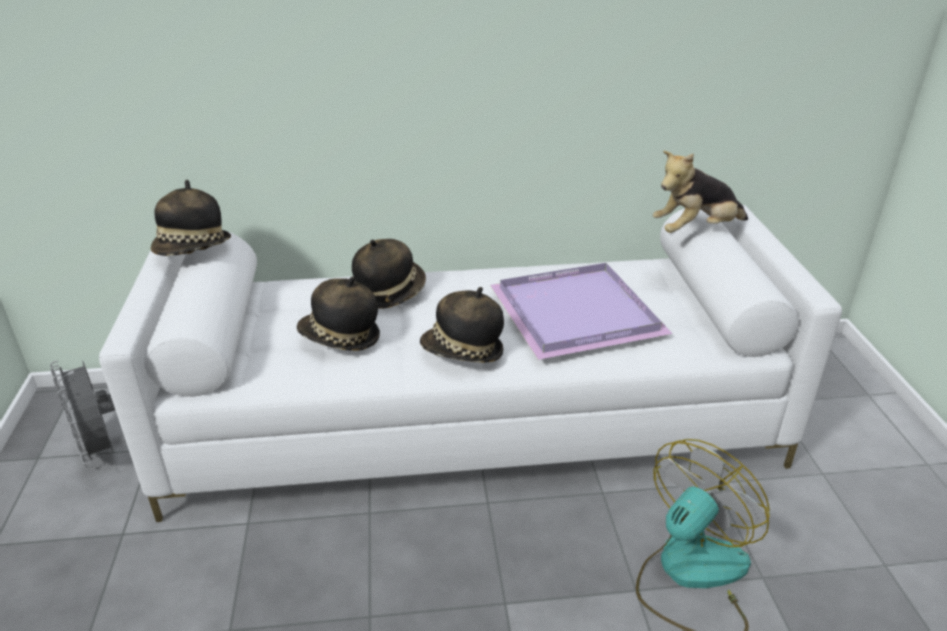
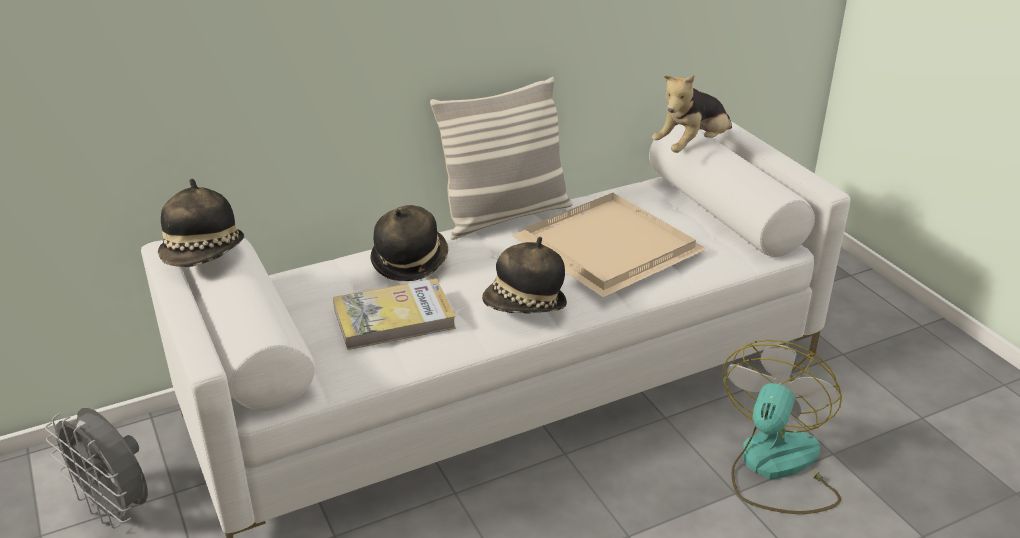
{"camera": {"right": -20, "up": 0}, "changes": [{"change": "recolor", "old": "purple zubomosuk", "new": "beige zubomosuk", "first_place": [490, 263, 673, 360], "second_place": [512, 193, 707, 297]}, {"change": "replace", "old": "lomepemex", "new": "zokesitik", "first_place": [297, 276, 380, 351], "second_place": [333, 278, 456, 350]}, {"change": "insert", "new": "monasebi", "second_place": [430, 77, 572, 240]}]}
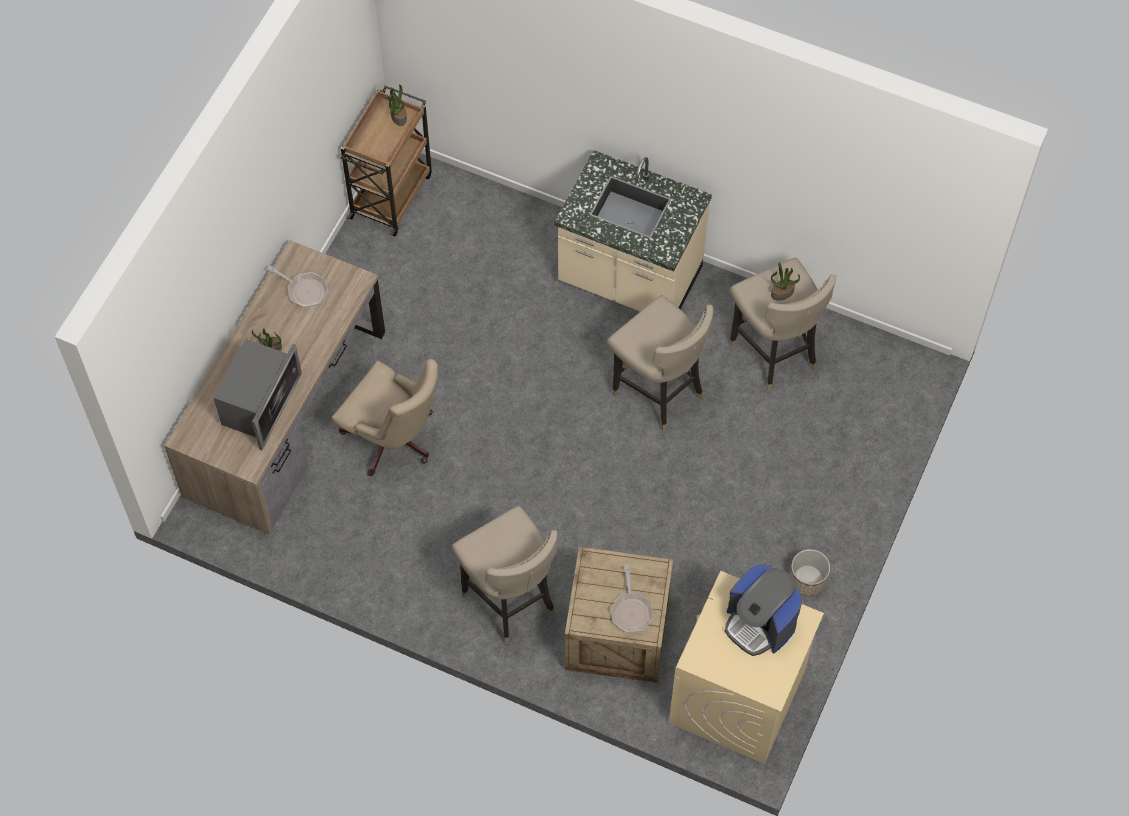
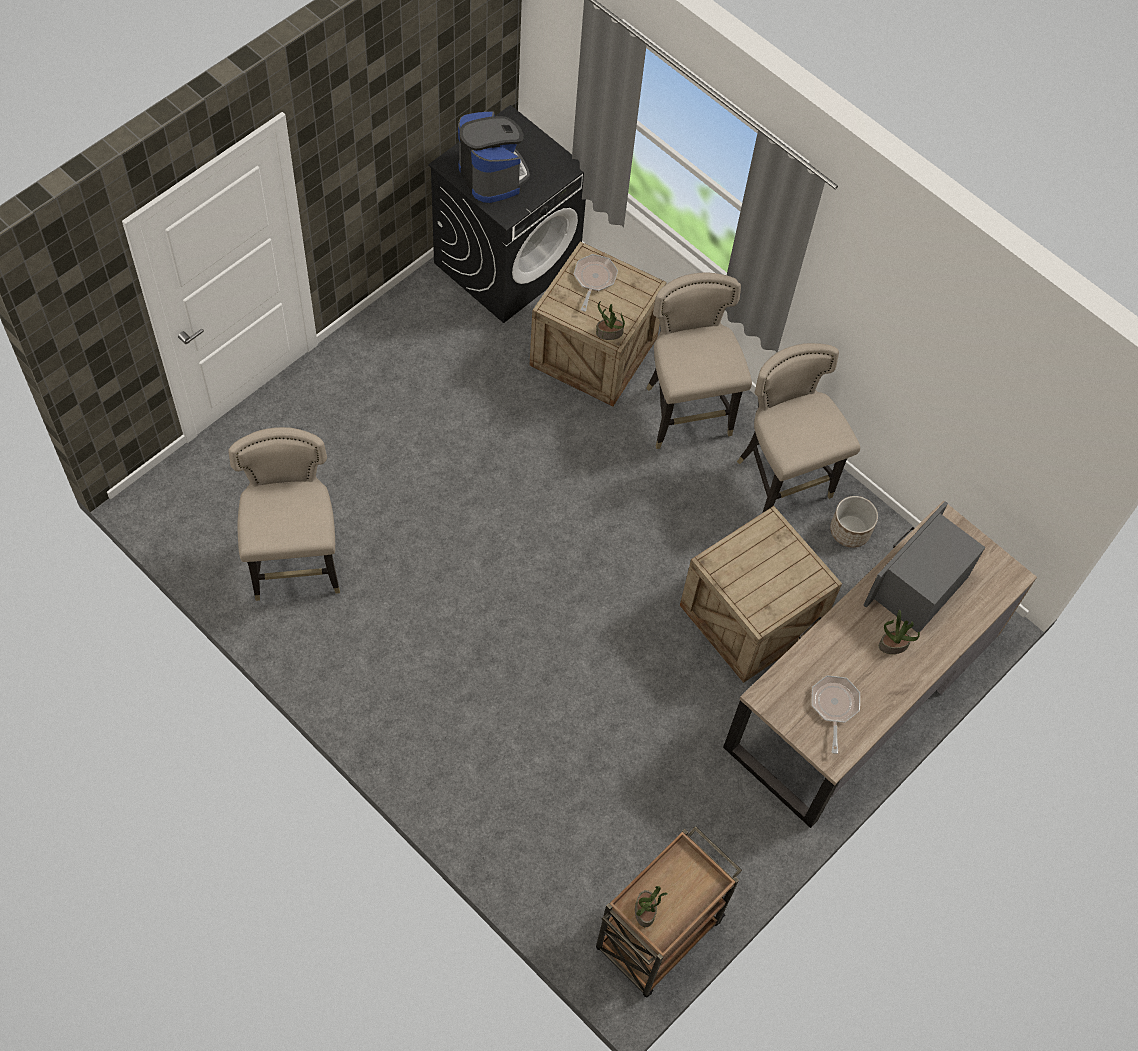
{"camera": {"right": -165, "up": 0}, "changes": [{"change": "delete", "old": "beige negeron", "first_place": [554, 150, 712, 311]}, {"change": "move", "old": "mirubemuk", "first_place": [771, 262, 800, 301], "second_place": [596, 301, 625, 340]}, {"change": "rotate", "old": "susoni", "first_place": [267, 266, 328, 308], "second_place": [812, 676, 860, 754], "degrees": 45}, {"change": "move", "old": "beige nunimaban", "first_place": [607, 295, 713, 432], "second_place": [737, 343, 860, 513]}, {"change": "replace", "old": "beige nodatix", "new": "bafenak", "first_place": [332, 359, 438, 476], "second_place": [680, 506, 842, 683]}, {"change": "move", "old": "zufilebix", "first_place": [789, 549, 830, 596], "second_place": [830, 496, 878, 548]}, {"change": "recolor", "old": "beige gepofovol", "new": "black gepofovol", "first_place": [669, 571, 824, 764], "second_place": [428, 105, 586, 323]}]}
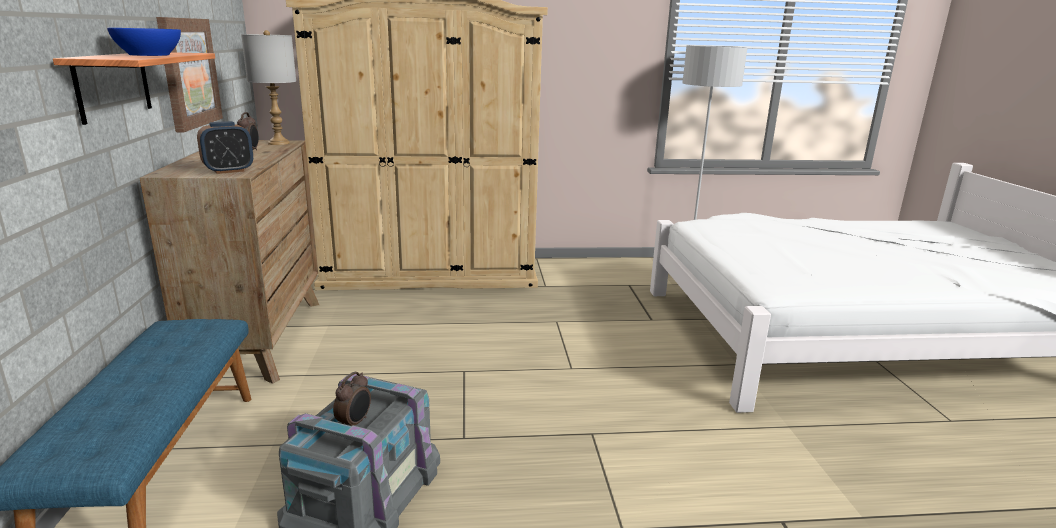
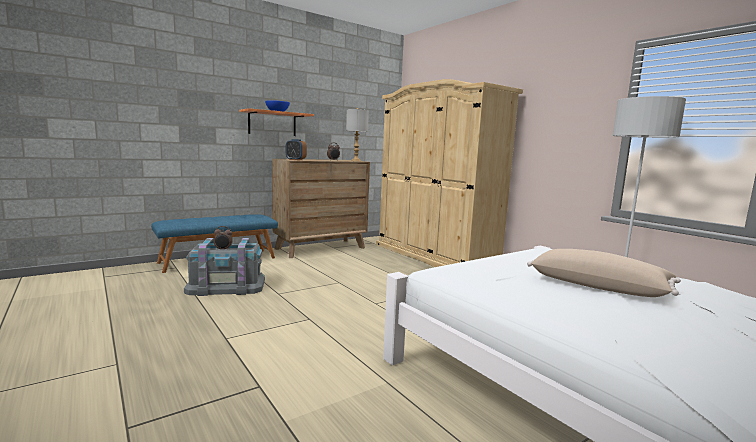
{"camera": {"right": 60, "up": -10}, "changes": [{"change": "delete", "old": "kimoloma", "first_place": [156, 17, 223, 132]}, {"change": "insert", "new": "beige monasebi", "second_place": [527, 249, 681, 297]}]}
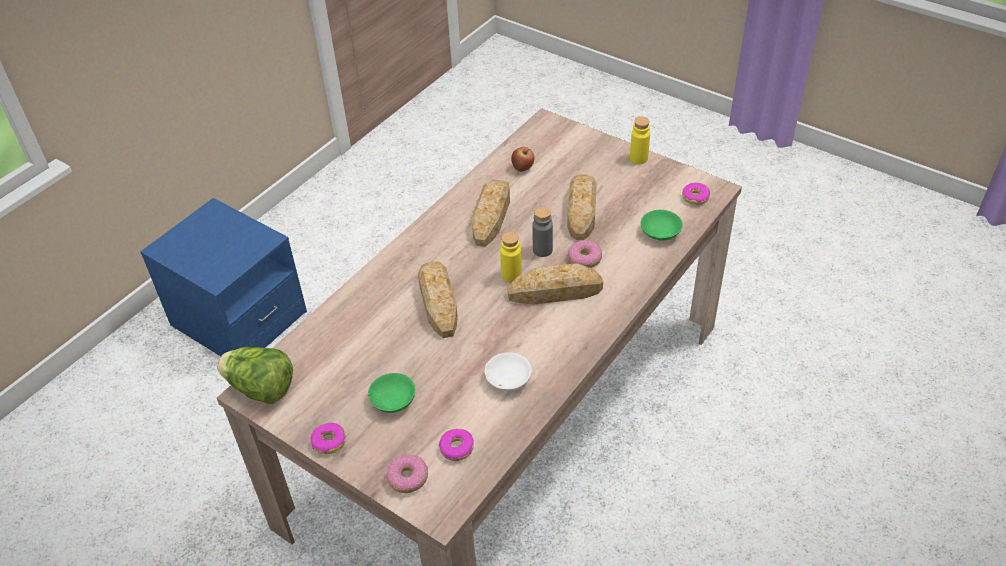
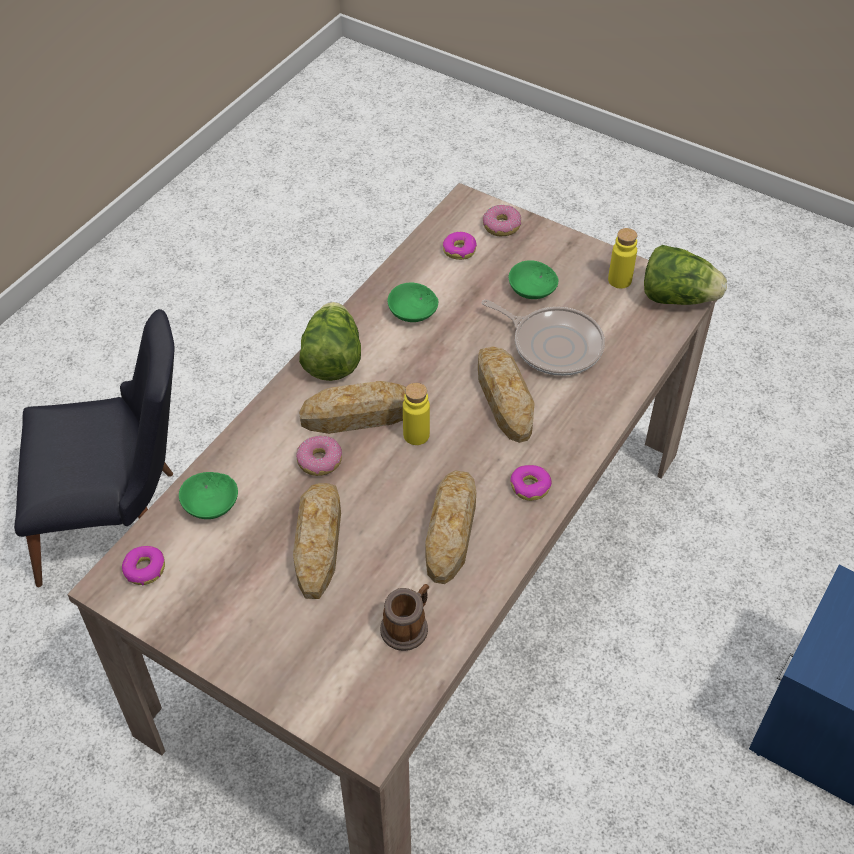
{"camera": {"right": 175, "up": 5}, "changes": [{"change": "move", "old": "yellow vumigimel", "first_place": [630, 117, 650, 164], "second_place": [608, 228, 637, 289]}, {"change": "replace", "old": "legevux", "new": "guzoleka", "first_place": [511, 147, 534, 172], "second_place": [380, 584, 429, 651]}, {"change": "delete", "old": "grey vumigimel", "first_place": [532, 207, 553, 257]}, {"change": "recolor", "old": "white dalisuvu", "new": "green dalisuvu", "first_place": [484, 352, 532, 391], "second_place": [388, 283, 438, 322]}, {"change": "move", "old": "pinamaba", "first_place": [310, 423, 346, 454], "second_place": [510, 465, 552, 501]}, {"change": "insert", "new": "susoni", "second_place": [482, 299, 605, 376]}, {"change": "insert", "new": "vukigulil", "second_place": [299, 302, 361, 381]}, {"change": "insert", "new": "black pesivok", "second_place": [14, 309, 174, 587]}]}
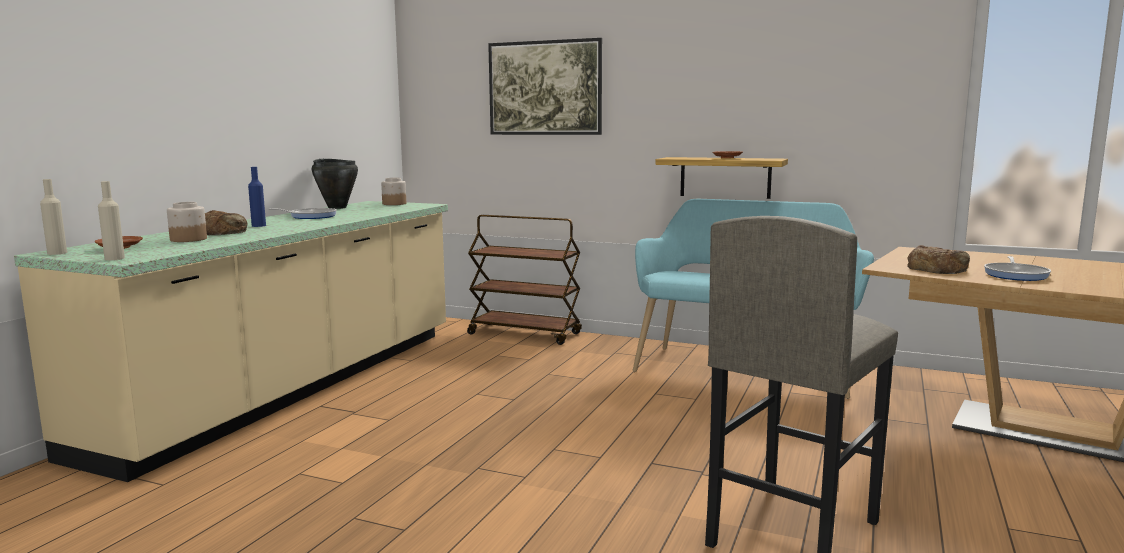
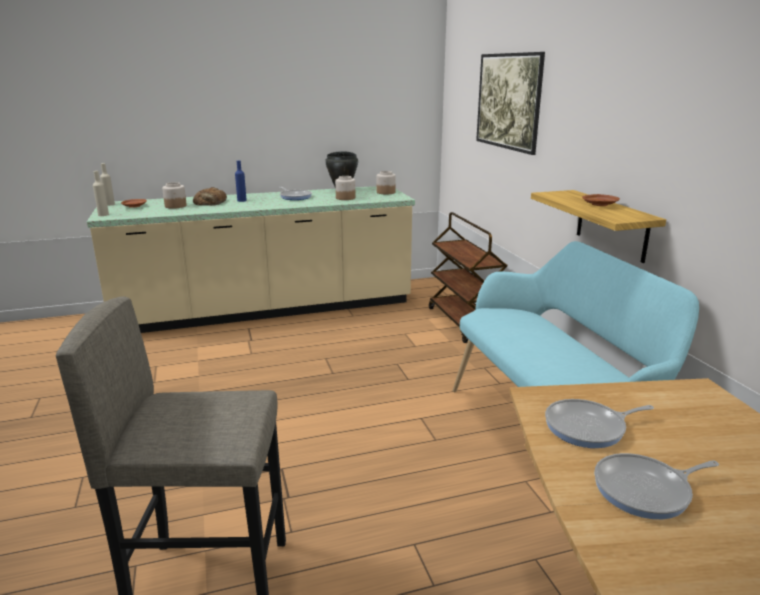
{"camera": {"right": 50, "up": 10}, "changes": [{"change": "replace", "old": "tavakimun", "new": "susoni", "first_place": [907, 245, 970, 274], "second_place": [545, 399, 654, 448]}, {"change": "insert", "new": "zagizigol", "second_place": [335, 176, 355, 200]}]}
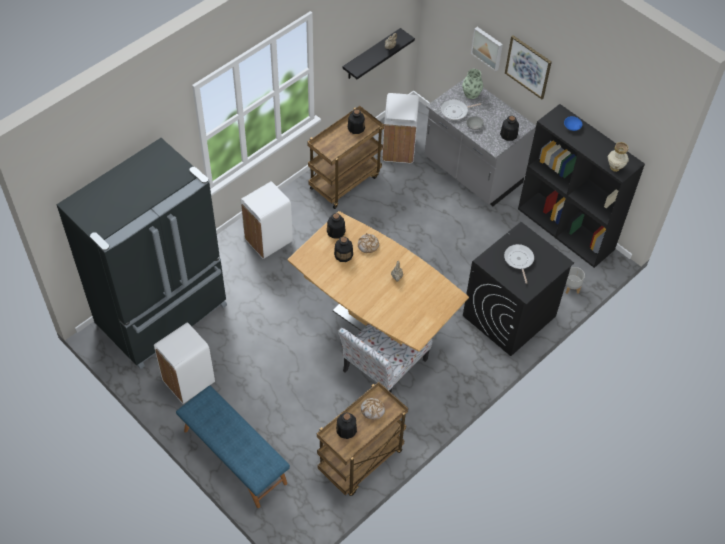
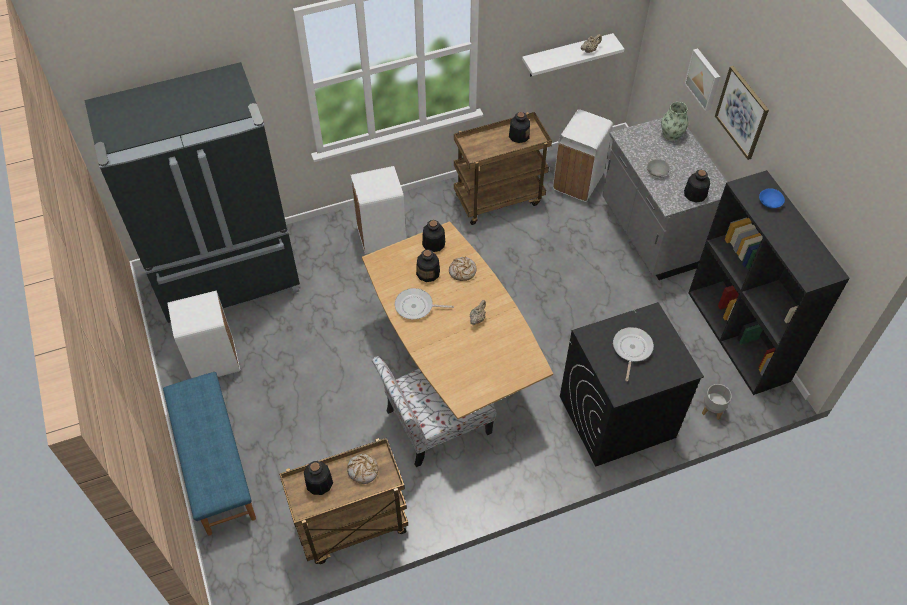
{"camera": {"right": 25, "up": 0}, "changes": [{"change": "recolor", "old": "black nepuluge", "new": "white nepuluge", "first_place": [343, 28, 415, 79], "second_place": [522, 33, 624, 76]}, {"change": "move", "old": "susoni", "first_place": [441, 100, 481, 120], "second_place": [395, 288, 454, 319]}, {"change": "delete", "old": "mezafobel", "first_place": [608, 142, 629, 172]}]}
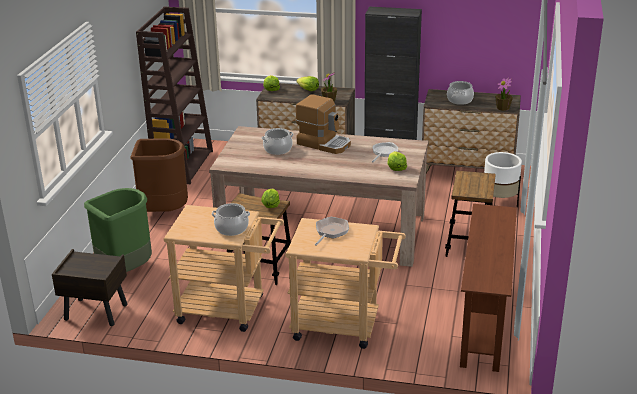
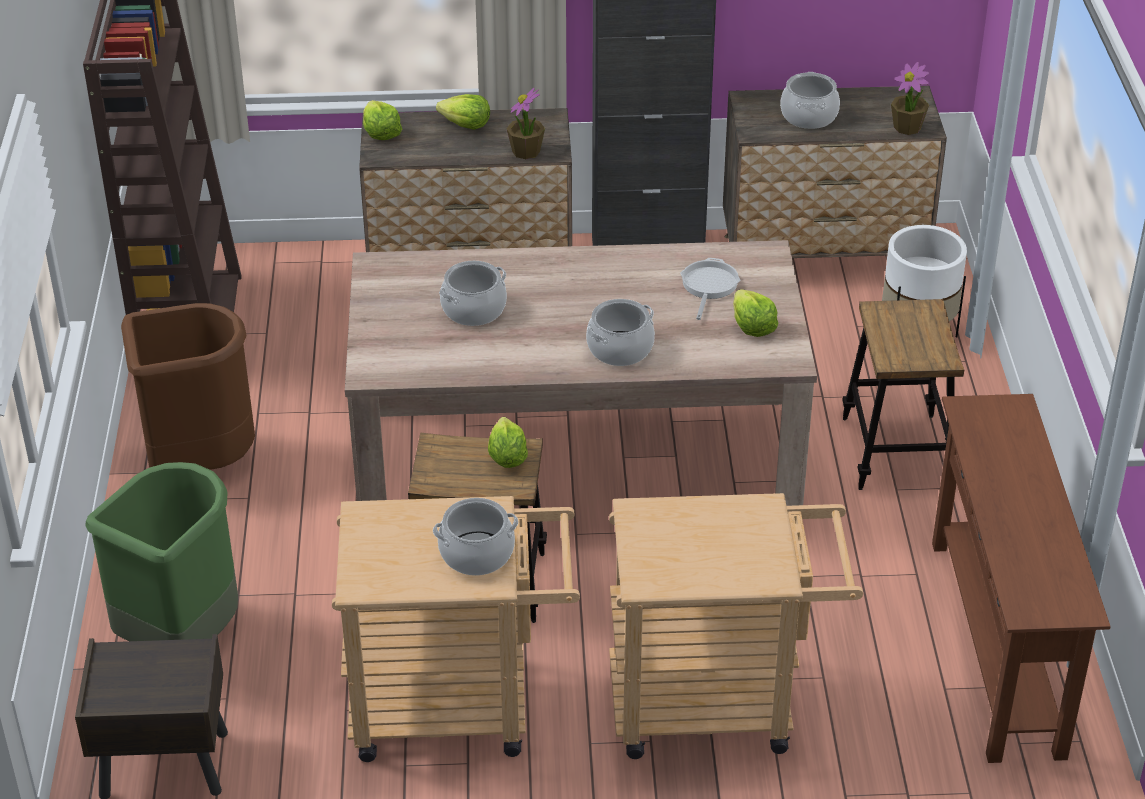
{"camera": {"right": -15, "up": 10}, "changes": [{"change": "delete", "old": "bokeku", "first_place": [296, 94, 351, 154]}, {"change": "delete", "old": "susoni", "first_place": [315, 217, 349, 246]}, {"change": "insert", "new": "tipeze", "second_place": [586, 299, 655, 366]}]}
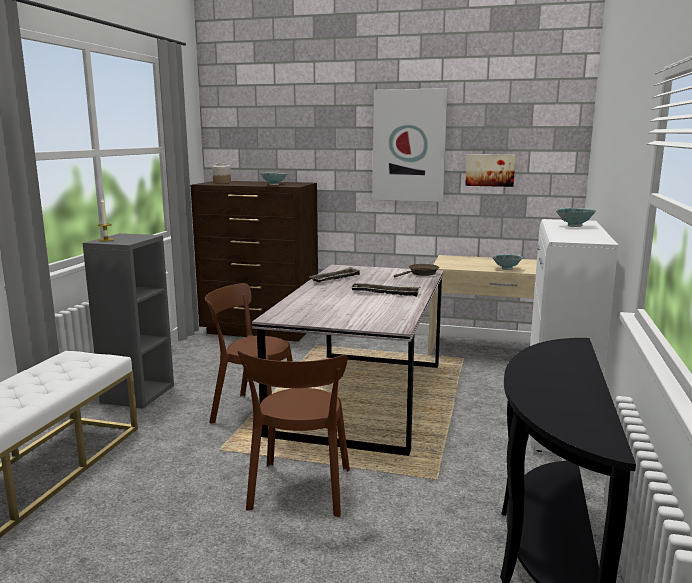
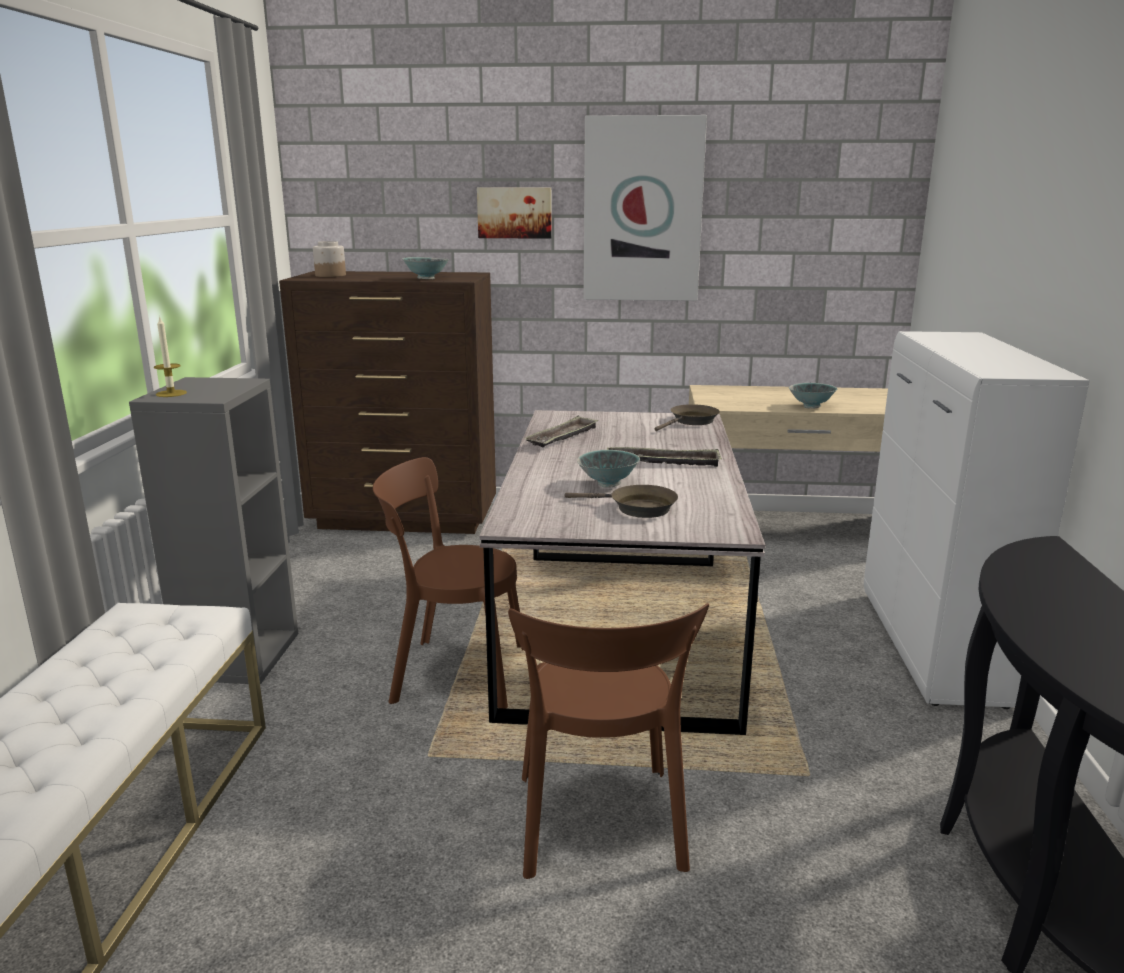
{"camera": {"right": -10, "up": 5}, "changes": [{"change": "move", "old": "kimoloma", "first_place": [465, 154, 516, 187], "second_place": [477, 188, 552, 239]}, {"change": "move", "old": "dalisuvu", "first_place": [556, 208, 596, 227], "second_place": [577, 450, 640, 488]}, {"change": "insert", "new": "brown susoni", "second_place": [564, 485, 678, 518]}]}
